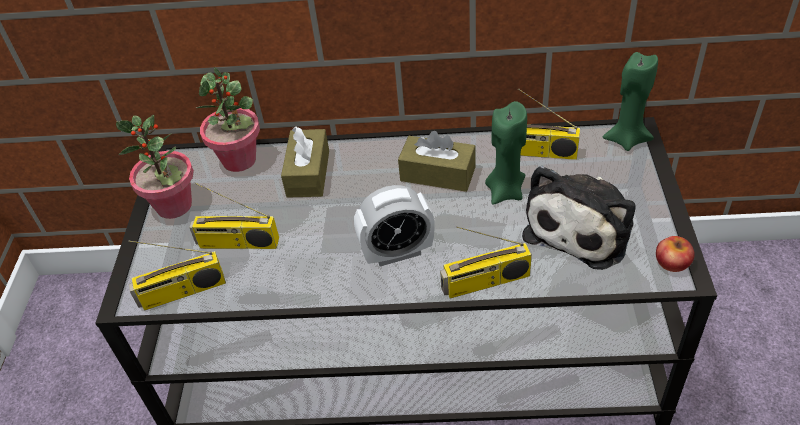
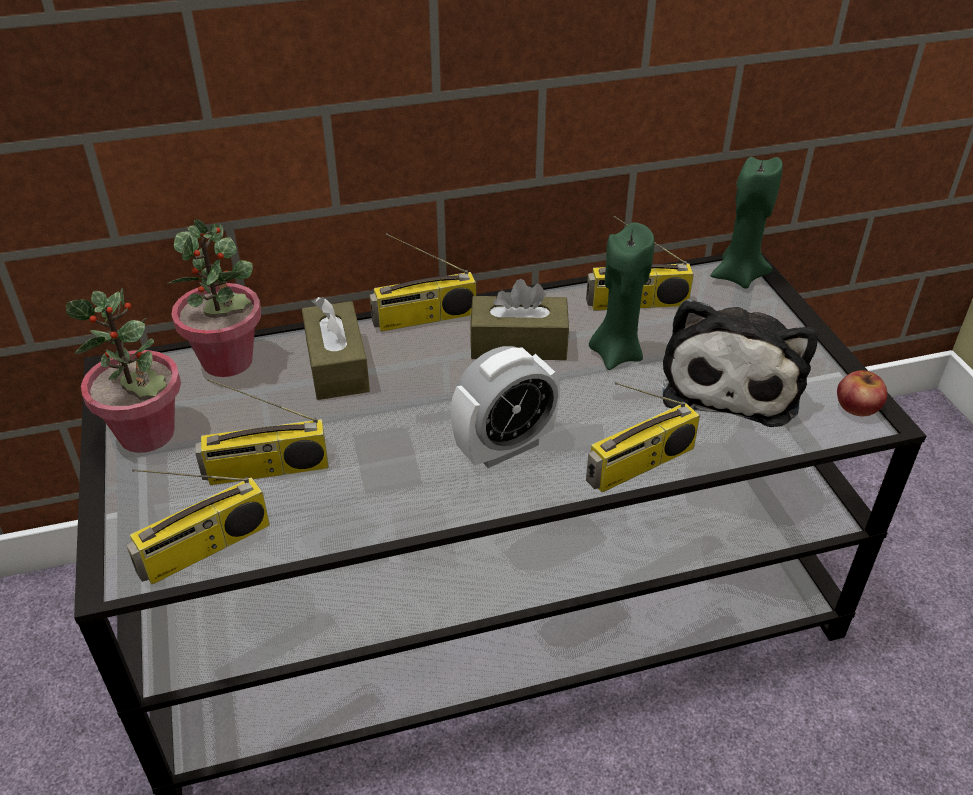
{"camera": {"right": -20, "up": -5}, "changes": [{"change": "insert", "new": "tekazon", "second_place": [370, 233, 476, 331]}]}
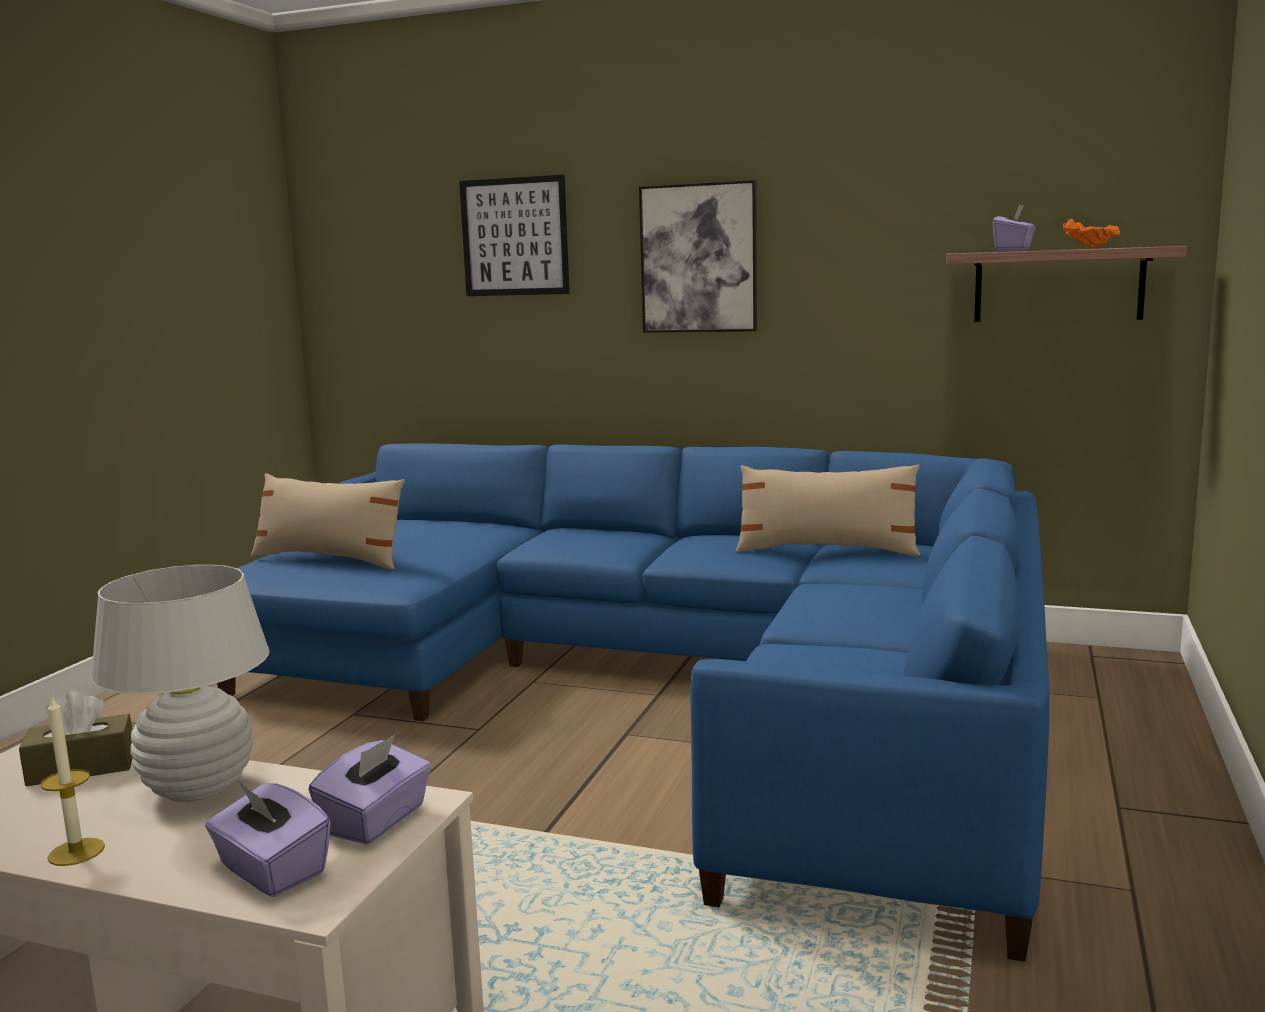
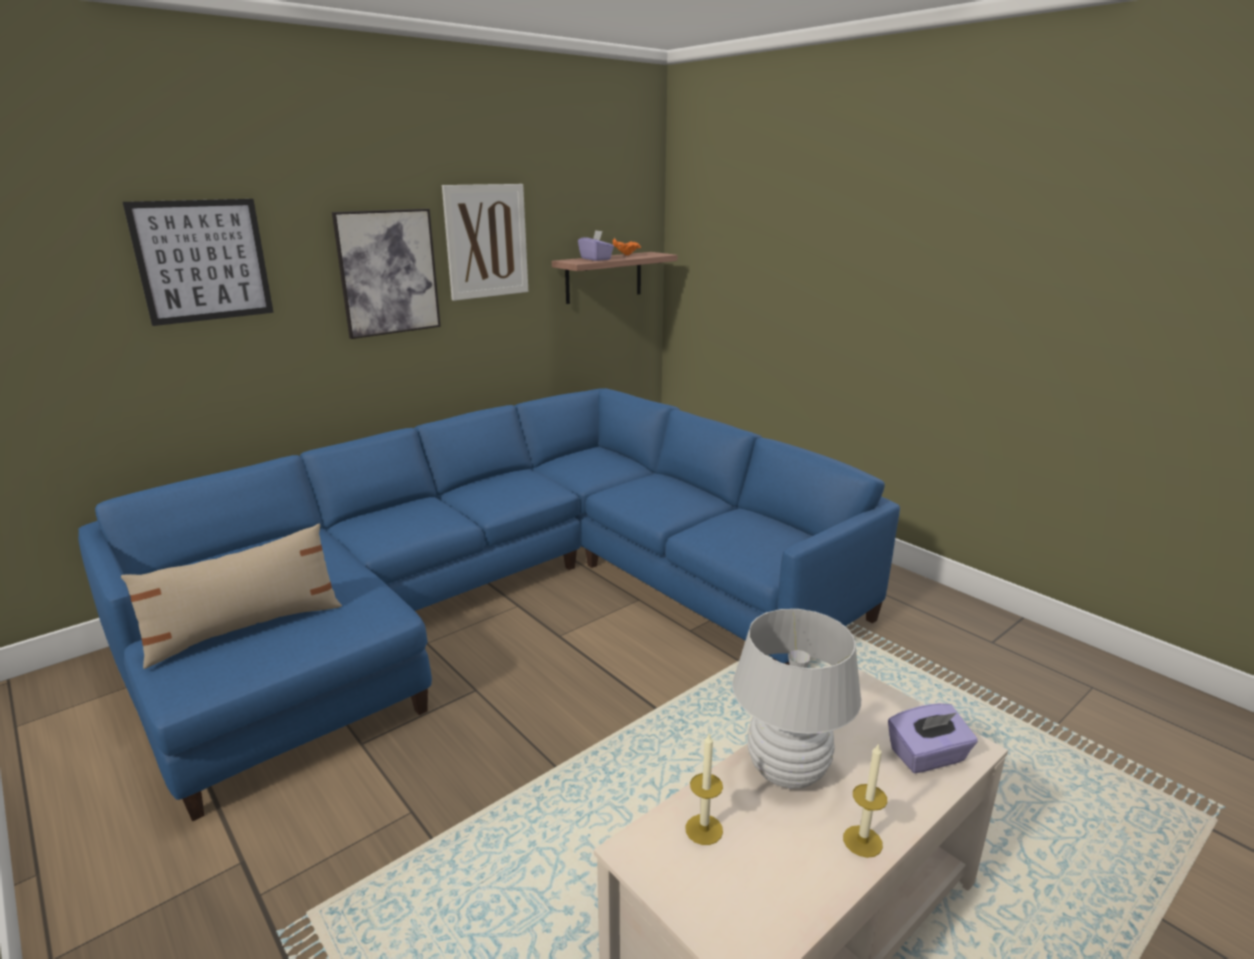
{"camera": {"right": -60, "up": 10}, "changes": [{"change": "delete", "old": "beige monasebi", "first_place": [736, 464, 920, 556]}, {"change": "replace", "old": "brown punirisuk", "new": "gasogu", "first_place": [19, 691, 133, 786], "second_place": [685, 732, 723, 845]}, {"change": "delete", "old": "purple punirisuk", "first_place": [309, 734, 432, 844]}, {"change": "insert", "new": "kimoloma", "second_place": [442, 184, 528, 301]}]}
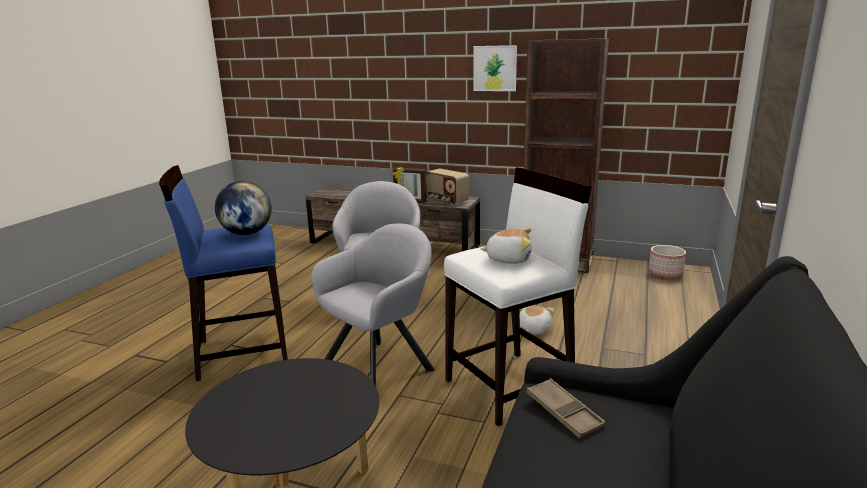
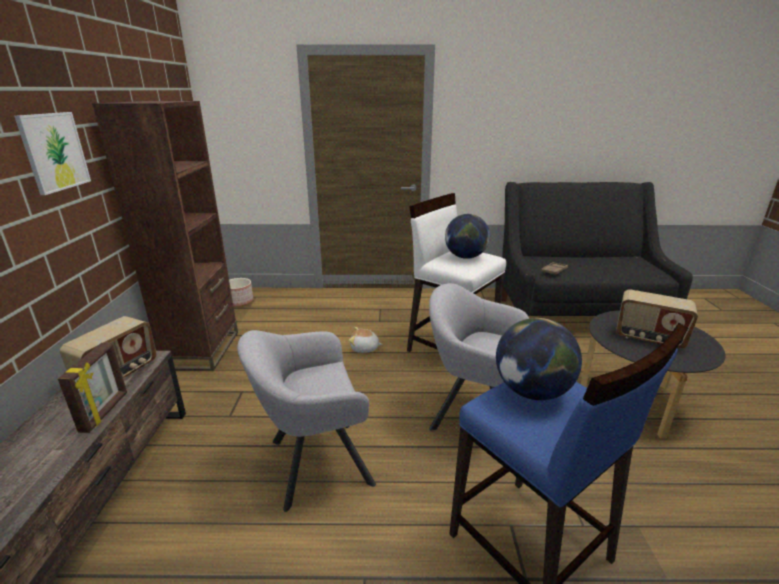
{"camera": {"right": -110, "up": 5}, "changes": [{"change": "replace", "old": "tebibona", "new": "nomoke", "first_place": [480, 228, 532, 264], "second_place": [445, 214, 490, 259]}, {"change": "insert", "new": "tekazon", "second_place": [616, 289, 698, 349]}]}
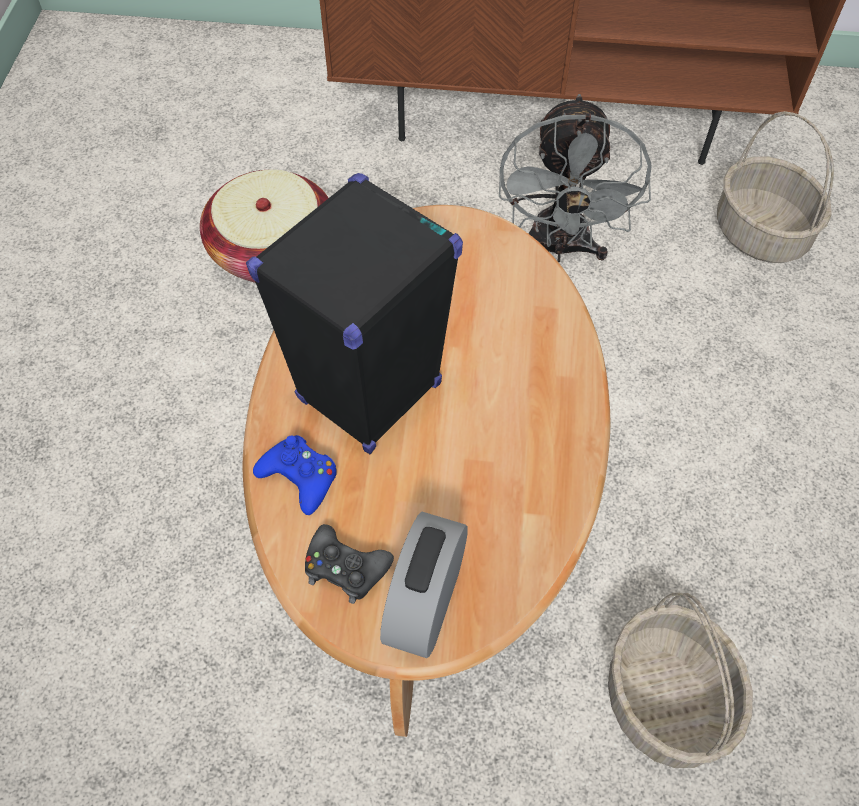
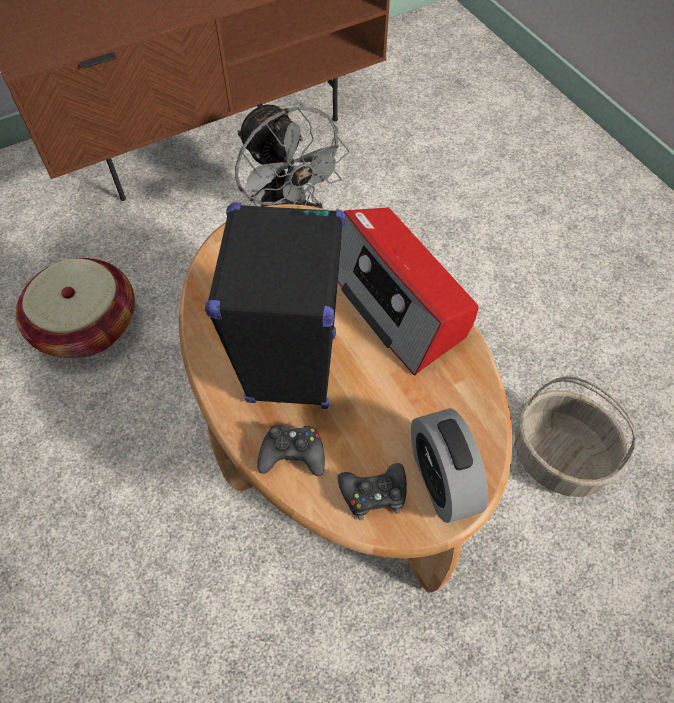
{"camera": {"right": -35, "up": 0}, "changes": [{"change": "delete", "old": "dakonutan", "first_place": [717, 111, 834, 263]}, {"change": "recolor", "old": "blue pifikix", "new": "black pifikix", "first_place": [253, 435, 337, 515], "second_place": [257, 425, 325, 476]}, {"change": "insert", "new": "tekazon", "second_place": [338, 207, 479, 376]}]}
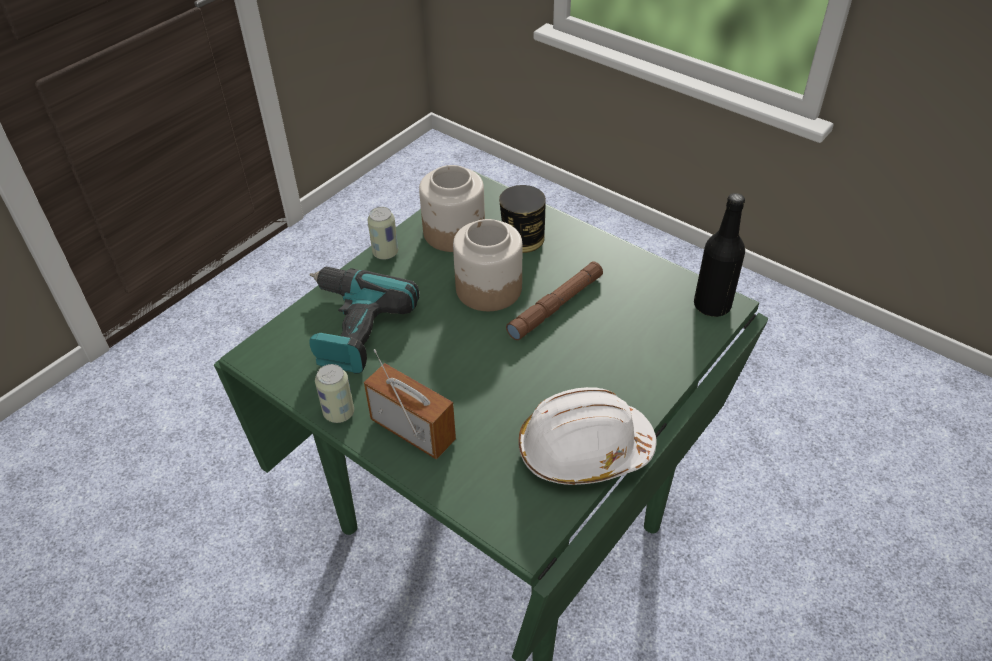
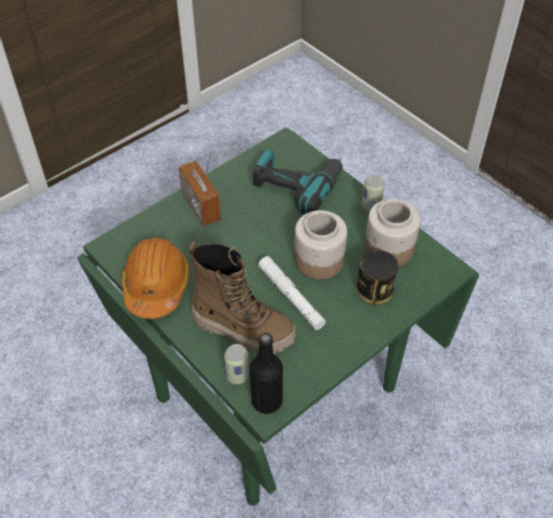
{"camera": {"right": 100, "up": 5}, "changes": [{"change": "recolor", "old": "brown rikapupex", "new": "white rikapupex", "first_place": [506, 261, 603, 340], "second_place": [258, 256, 326, 330]}, {"change": "rotate", "old": "tekazon", "first_place": [364, 349, 456, 459], "second_place": [179, 152, 221, 226], "degrees": 105}, {"change": "move", "old": "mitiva", "first_place": [315, 364, 354, 423], "second_place": [224, 344, 249, 385]}, {"change": "recolor", "old": "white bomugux", "new": "orange bomugux", "first_place": [519, 387, 657, 485], "second_place": [121, 237, 189, 319]}, {"change": "insert", "new": "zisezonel", "second_place": [189, 242, 296, 354]}]}
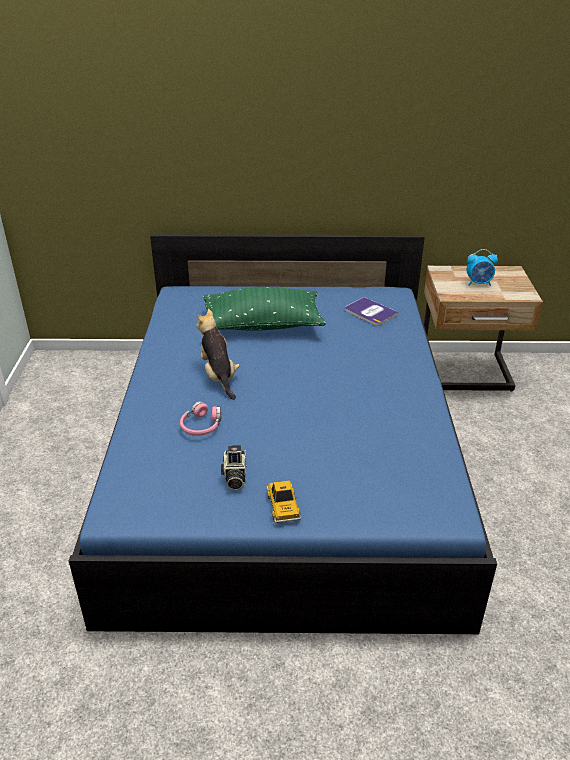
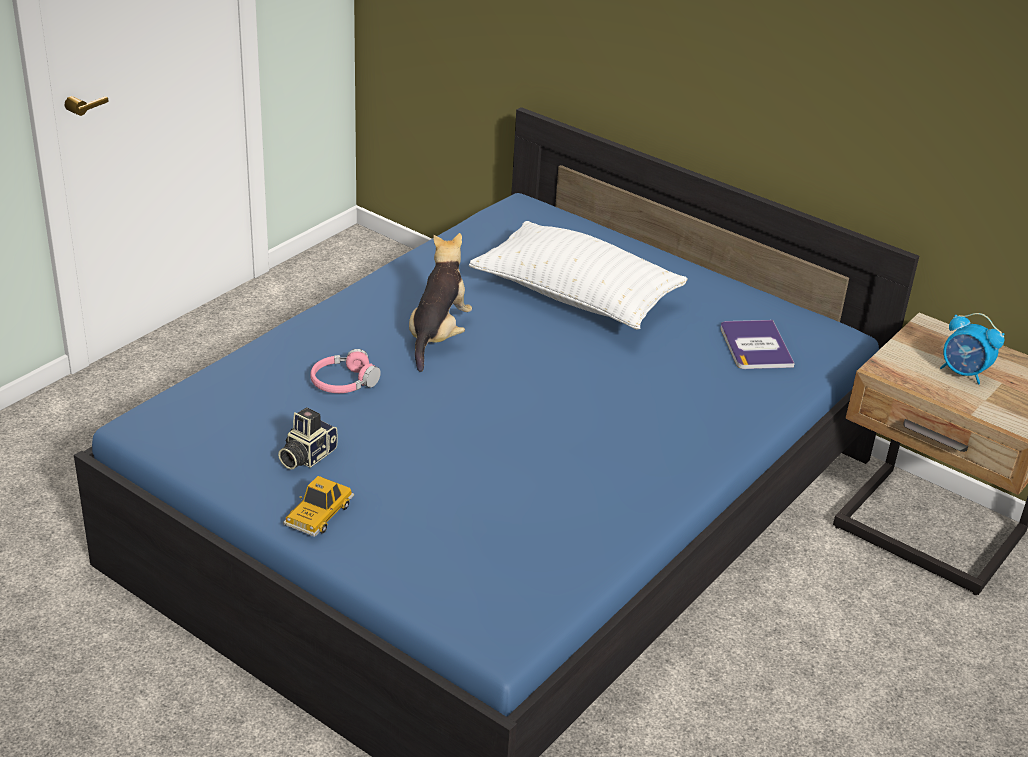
{"camera": {"right": 35, "up": 0}, "changes": [{"change": "recolor", "old": "green monasebi", "new": "white monasebi", "first_place": [203, 287, 326, 331], "second_place": [469, 221, 688, 330]}]}
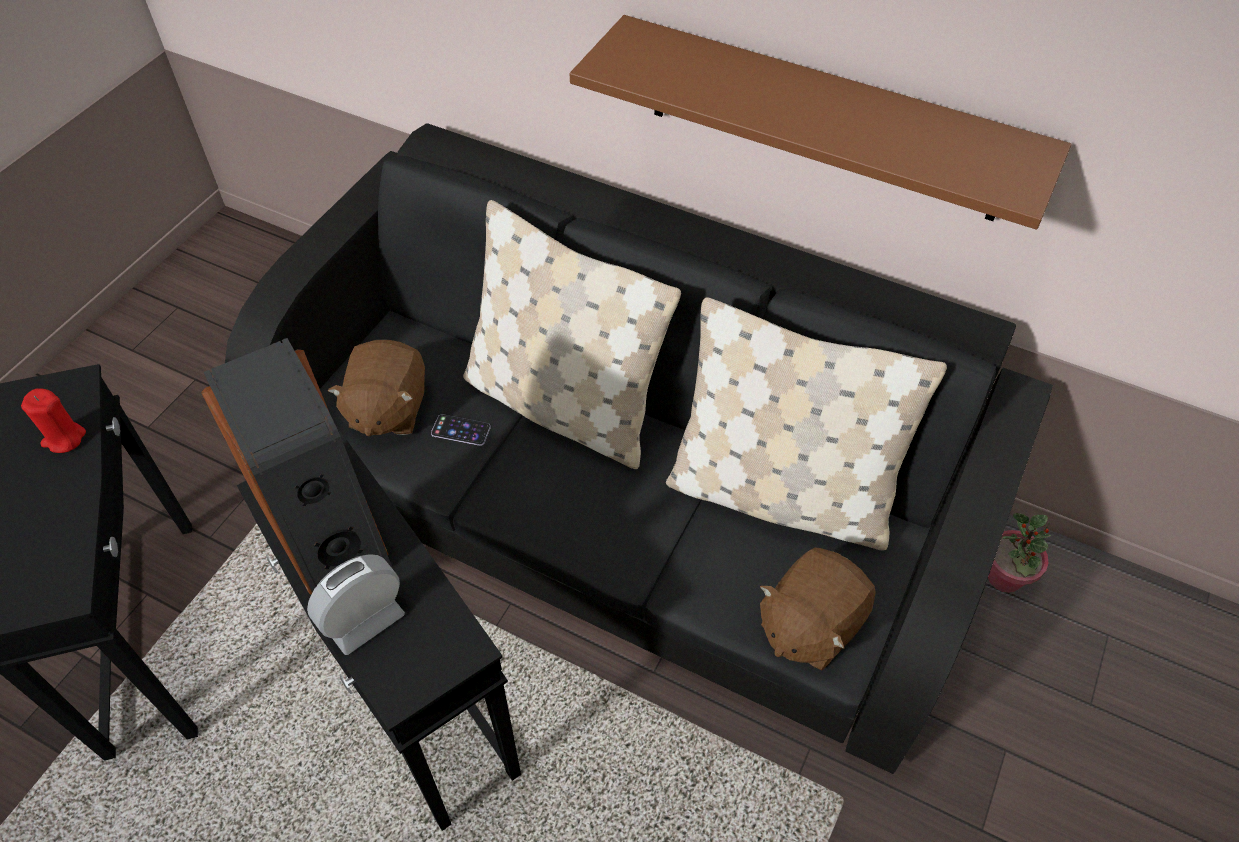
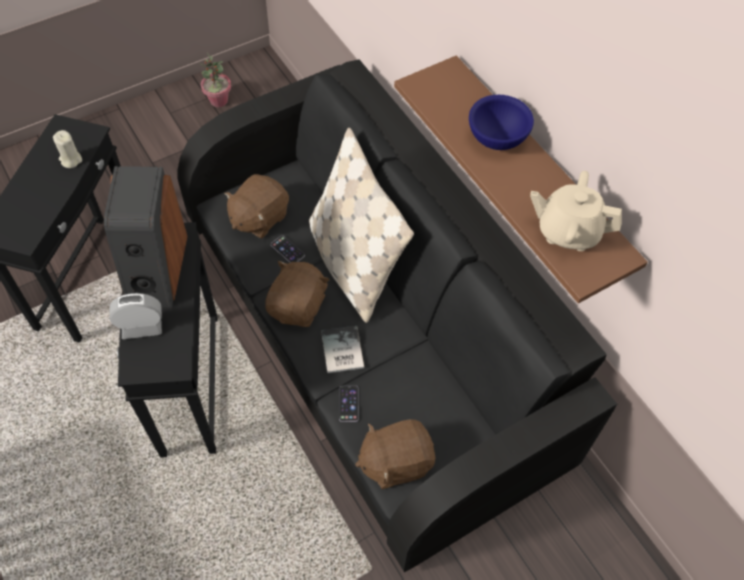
{"camera": {"right": 30, "up": 5}, "changes": [{"change": "delete", "old": "beige monasebi", "first_place": [666, 297, 947, 551]}, {"change": "recolor", "old": "red gasogu", "new": "beige gasogu", "first_place": [21, 388, 86, 453], "second_place": [53, 130, 82, 168]}, {"change": "move", "old": "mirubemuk", "first_place": [988, 513, 1051, 593], "second_place": [199, 53, 231, 107]}, {"change": "insert", "new": "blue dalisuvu", "second_place": [469, 95, 534, 150]}, {"change": "insert", "new": "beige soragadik", "second_place": [530, 171, 622, 251]}, {"change": "insert", "new": "brown tebibona", "second_place": [265, 261, 330, 327]}, {"change": "insert", "new": "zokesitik", "second_place": [321, 326, 364, 373]}, {"change": "insert", "new": "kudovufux", "second_place": [339, 385, 359, 422]}]}
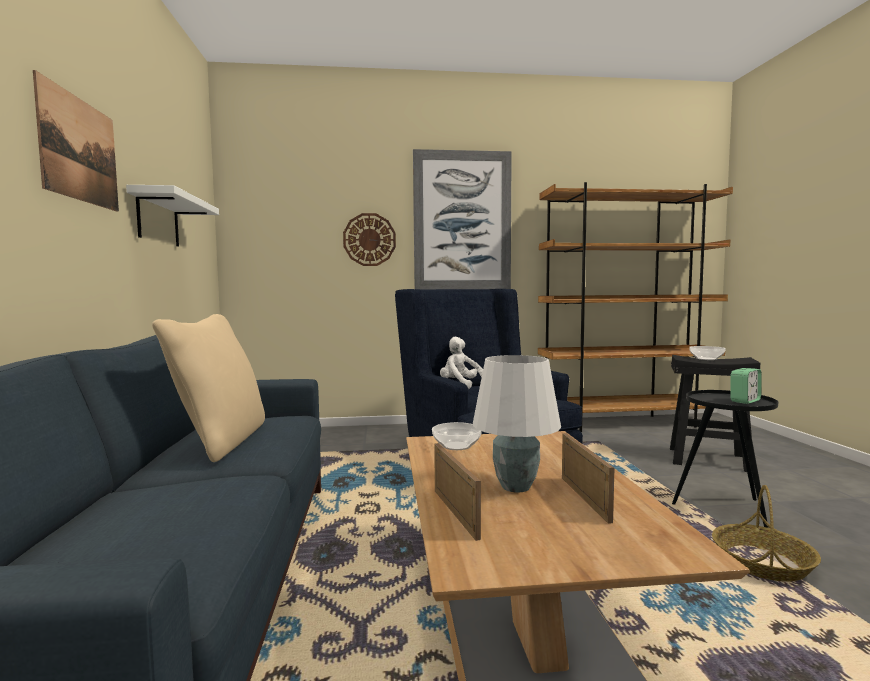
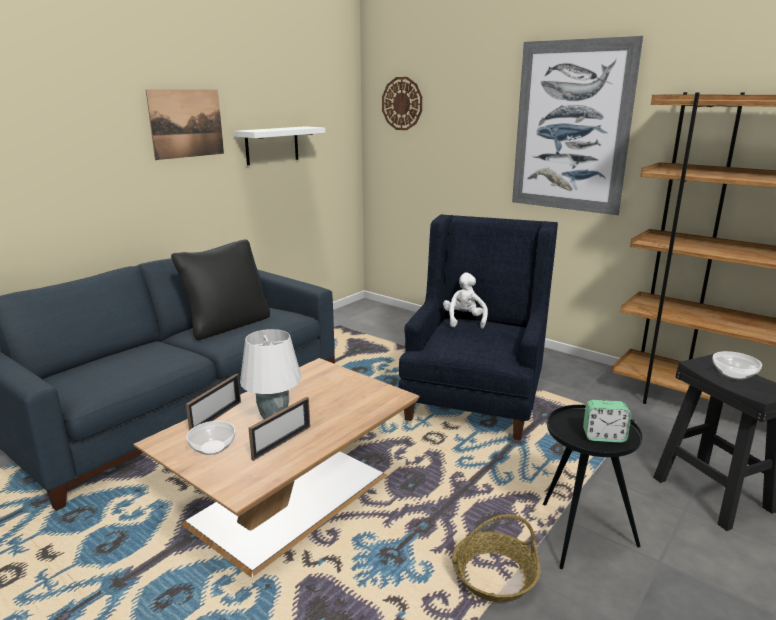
{"camera": {"right": 45, "up": 15}, "changes": [{"change": "move", "old": "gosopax", "first_place": [343, 213, 396, 266], "second_place": [382, 77, 422, 130]}, {"change": "recolor", "old": "beige monasebi", "new": "black monasebi", "first_place": [152, 314, 265, 462], "second_place": [171, 239, 270, 340]}, {"change": "move", "old": "dalisuvu", "first_place": [432, 422, 482, 450], "second_place": [186, 421, 236, 455]}]}
